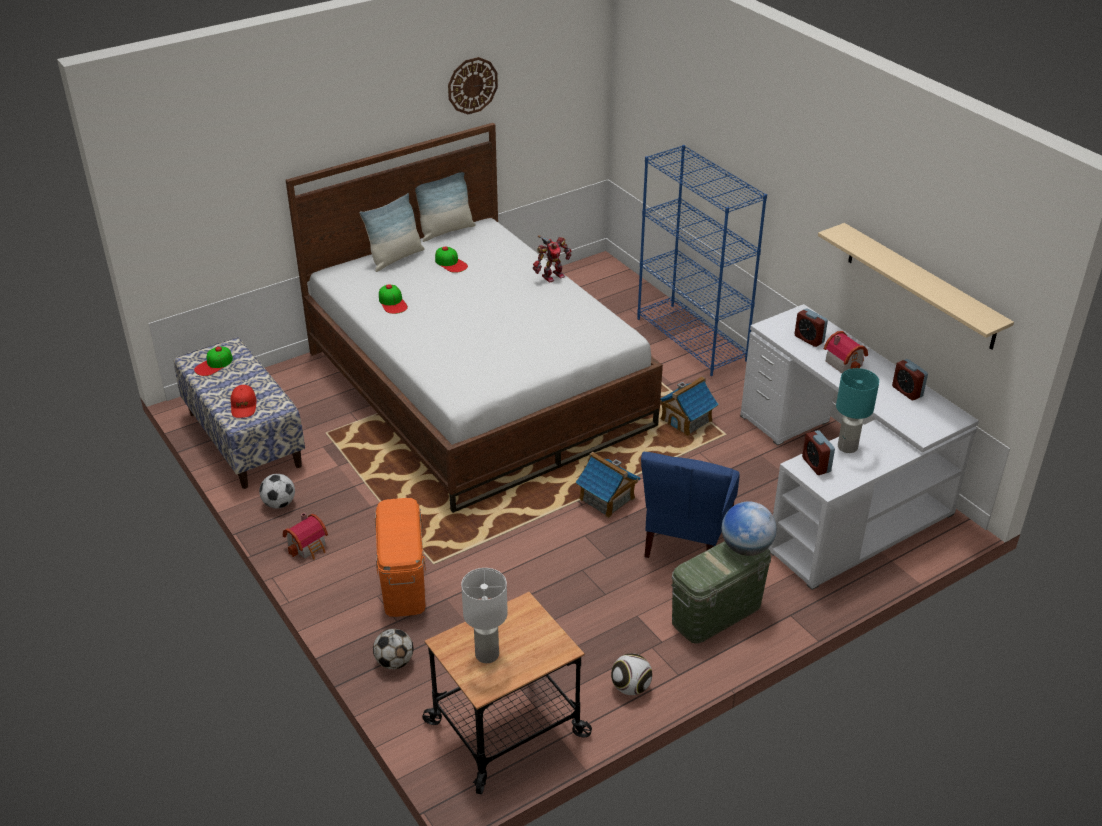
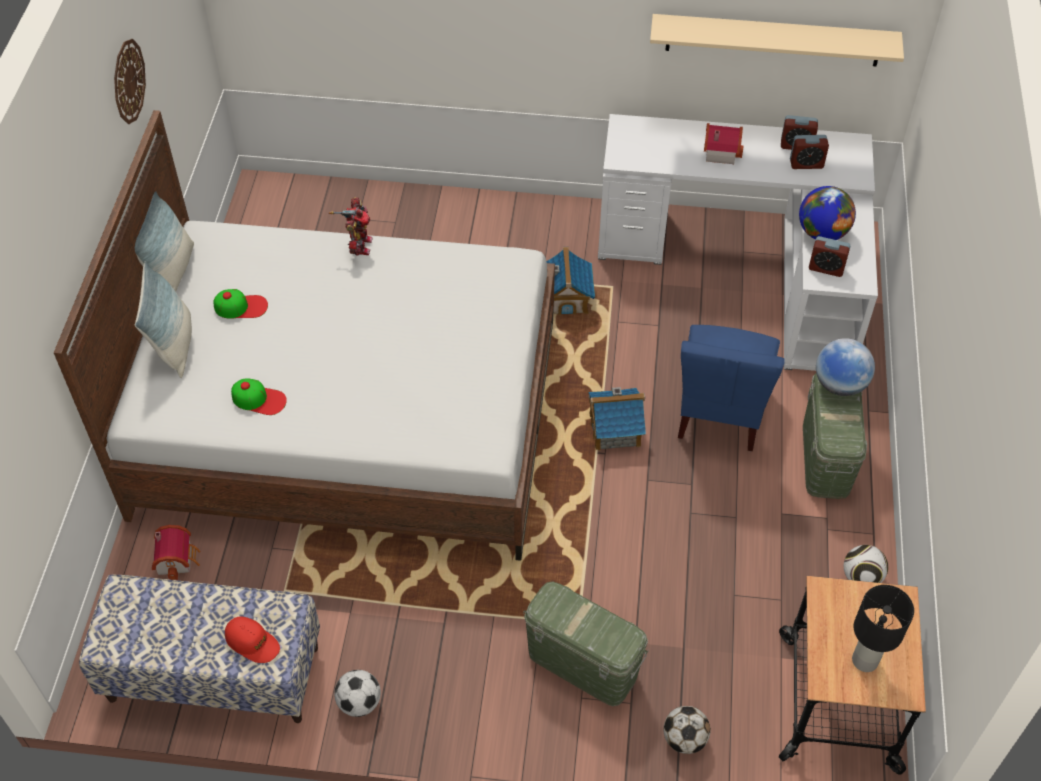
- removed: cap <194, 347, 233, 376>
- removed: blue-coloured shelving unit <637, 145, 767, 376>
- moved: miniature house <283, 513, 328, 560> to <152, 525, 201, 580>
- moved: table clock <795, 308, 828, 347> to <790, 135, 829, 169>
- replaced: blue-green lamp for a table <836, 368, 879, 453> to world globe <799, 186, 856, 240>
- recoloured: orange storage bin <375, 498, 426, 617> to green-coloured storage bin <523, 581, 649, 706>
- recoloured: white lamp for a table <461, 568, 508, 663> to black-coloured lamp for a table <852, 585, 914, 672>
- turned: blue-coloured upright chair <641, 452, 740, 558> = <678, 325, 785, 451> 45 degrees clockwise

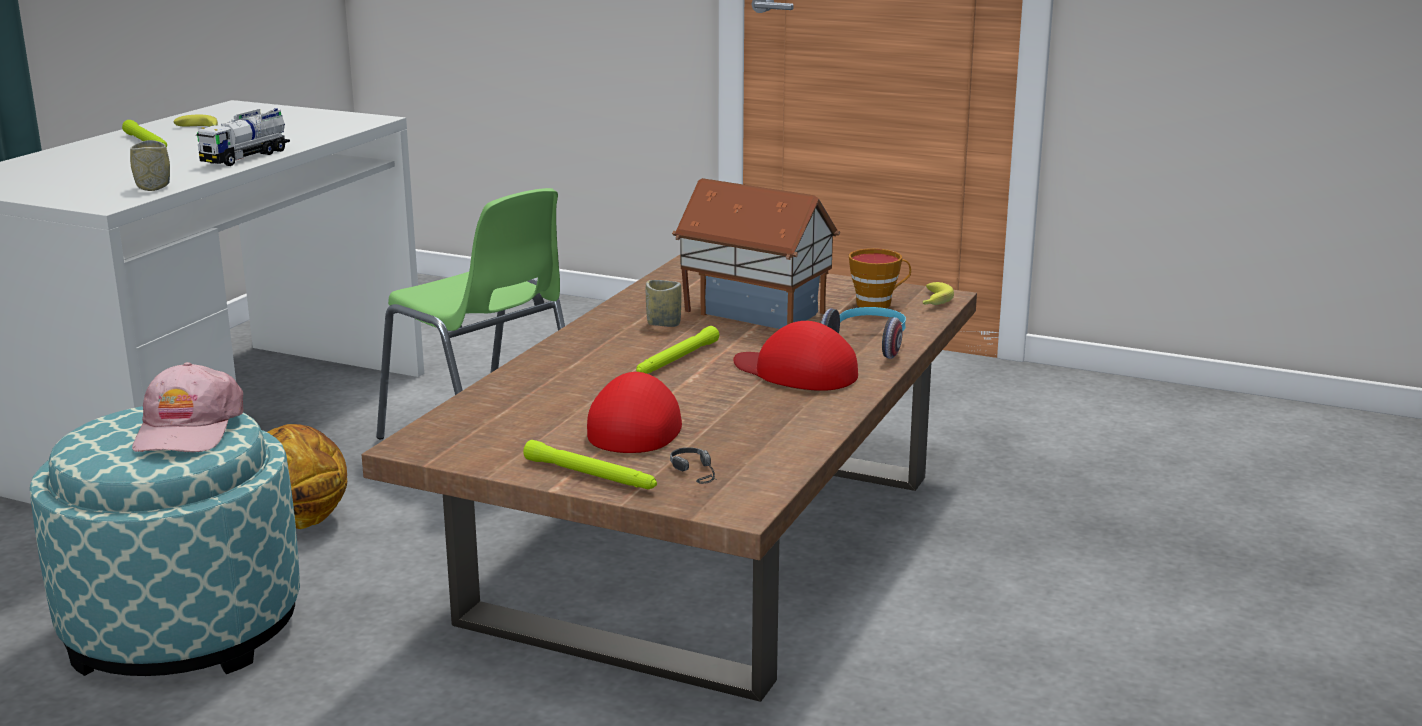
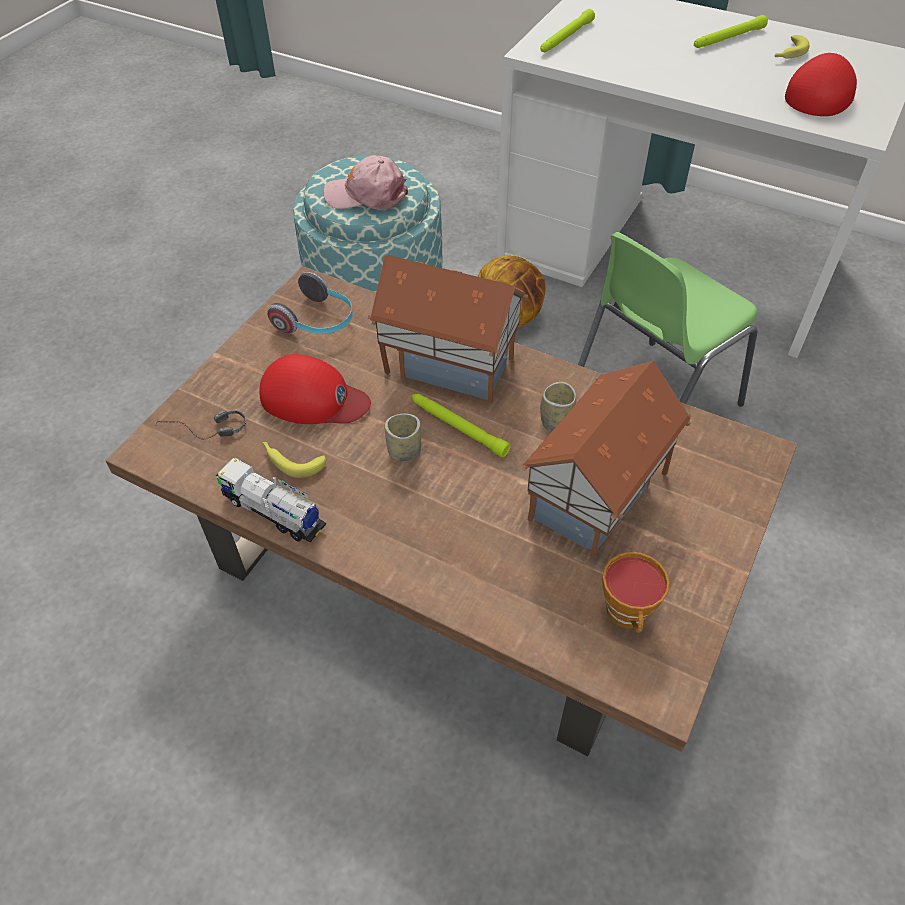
- added: miniature house <367, 255, 528, 403>
- moved: drinking cup <130, 140, 170, 191> to <384, 414, 421, 462>
- moved: model truck <196, 108, 290, 166> to <216, 458, 326, 542>
- moved: green-coloured flashlight <523, 440, 657, 489> to <540, 9, 595, 52>
- moved: red cap <733, 321, 858, 391> to <785, 53, 857, 116>
- moved: pair of headphones <820, 307, 906, 359> to <267, 272, 353, 334>
- moved: whole banana <923, 282, 954, 305> to <262, 442, 326, 478>

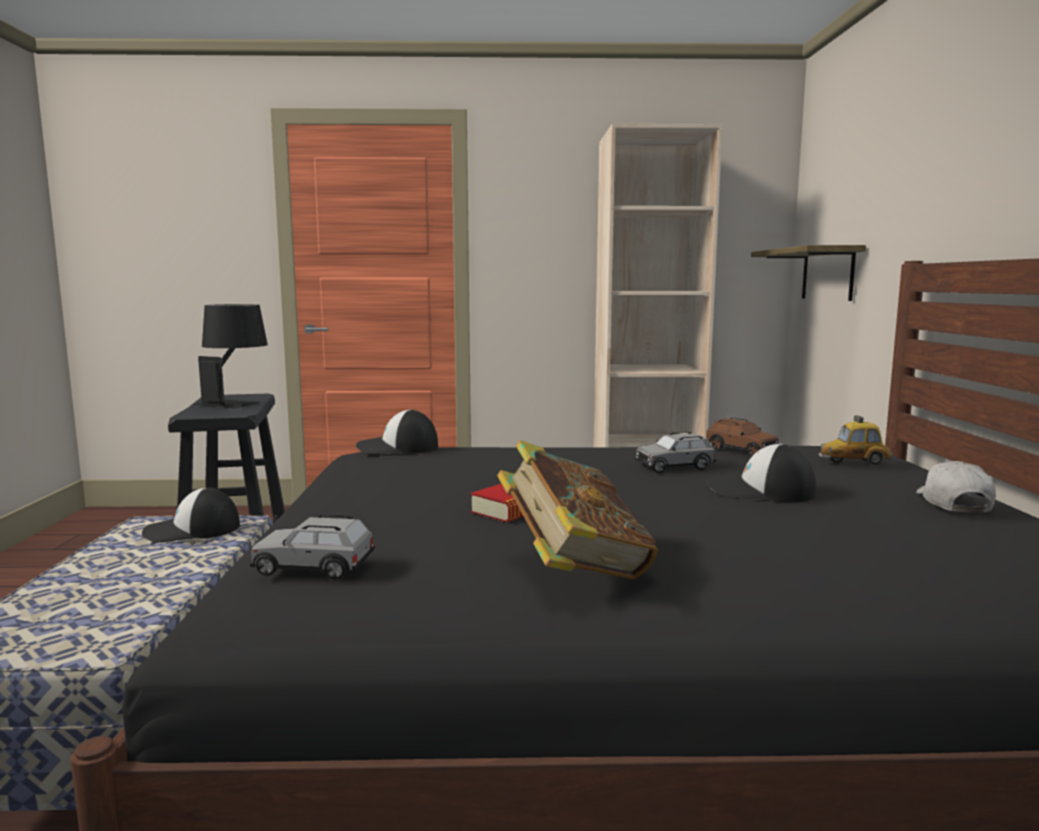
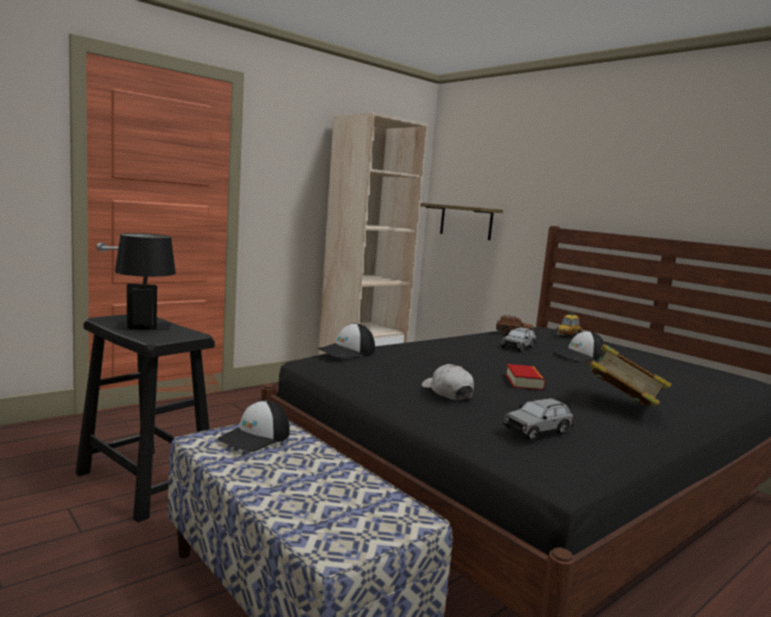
- moved: white cap <916, 461, 996, 512> to <422, 364, 474, 400>

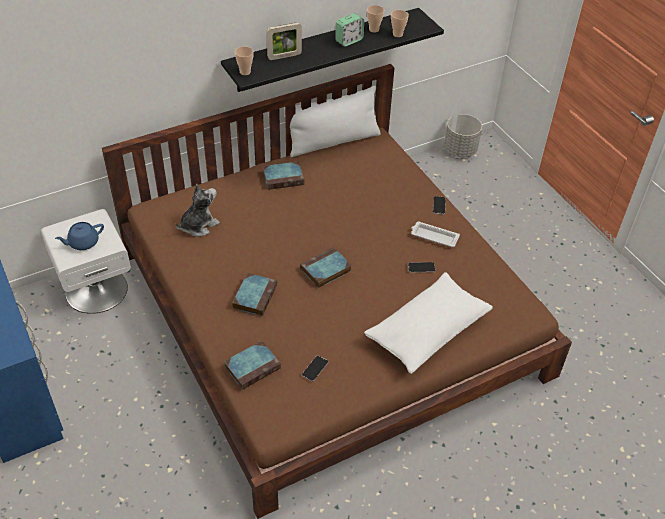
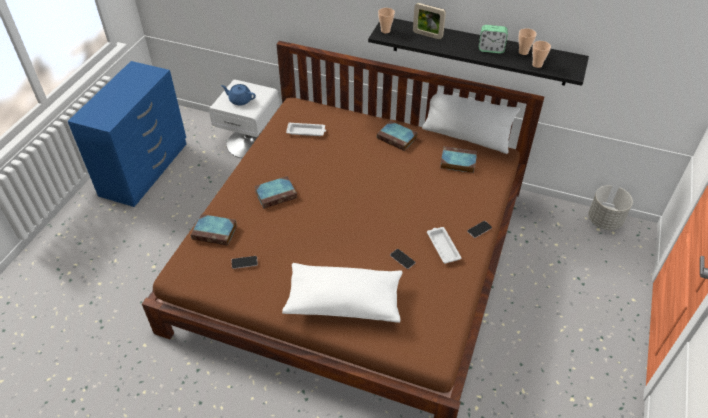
- moved: book <300, 247, 351, 288> to <440, 146, 477, 173>
- replaced: cuddly toy <175, 184, 220, 237> to white carrying tray <286, 122, 326, 136>

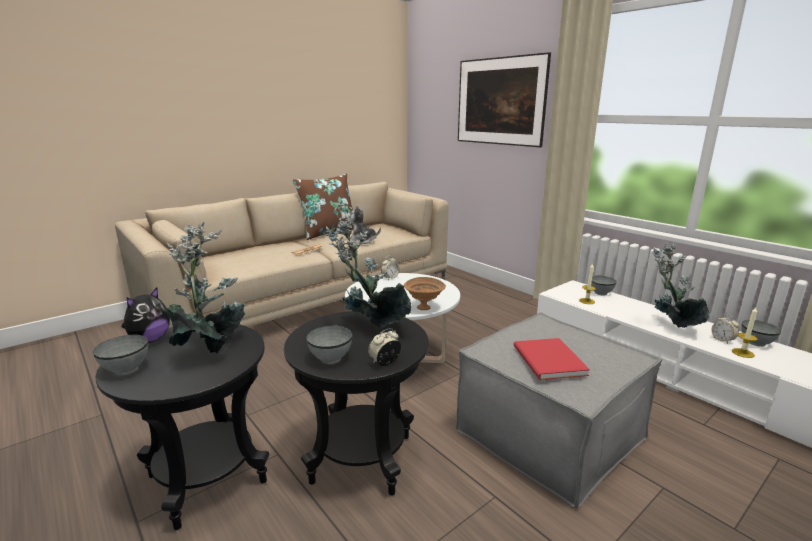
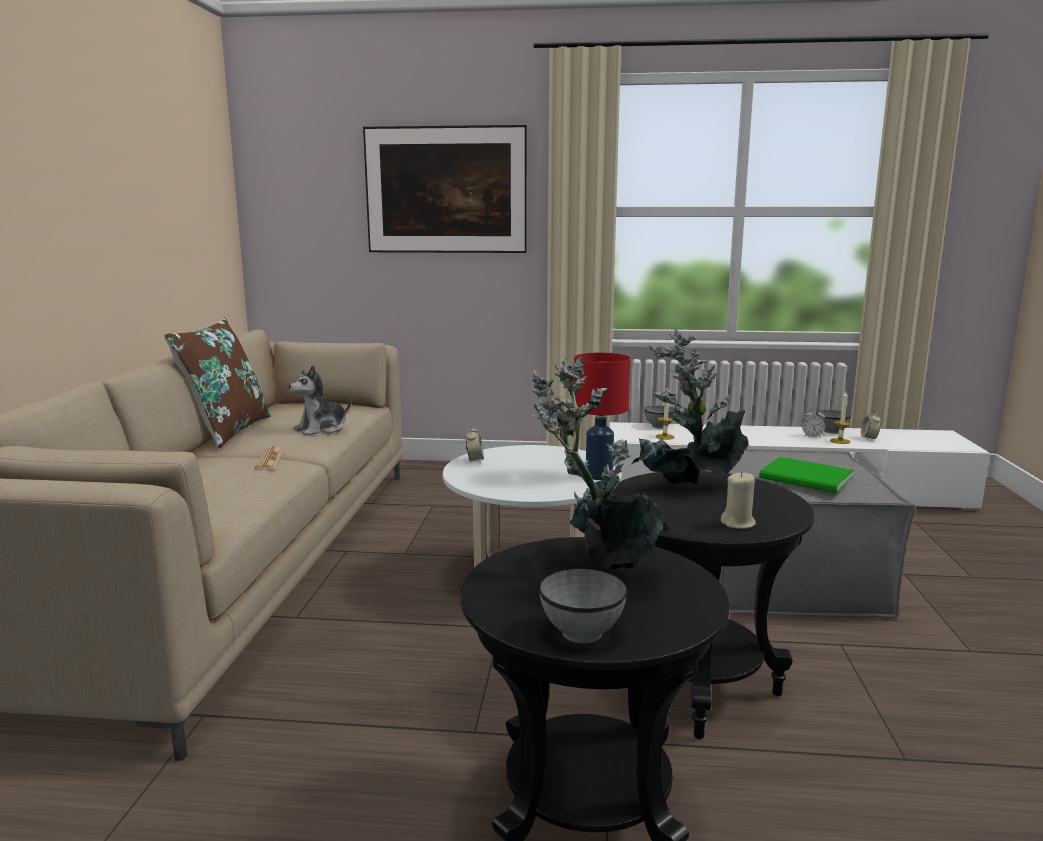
- removed: cuddly toy <122, 288, 170, 343>
- removed: houseplant <653, 242, 709, 328>
- moved: table clock <368, 328, 401, 366> to <861, 411, 881, 440>
- replaced: gray bowl <306, 326, 352, 364> to sand-coloured candle <721, 472, 756, 529>
- replaced: brown bowl <404, 277, 446, 310> to red lamp for a table <574, 353, 631, 480>
- recoloured: red book <514, 338, 590, 380> to green-coloured book <759, 457, 853, 493>

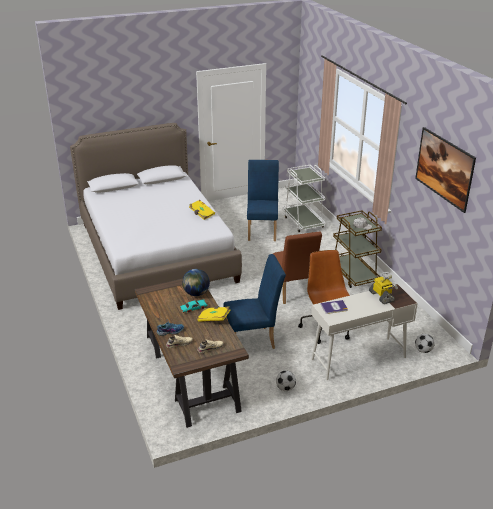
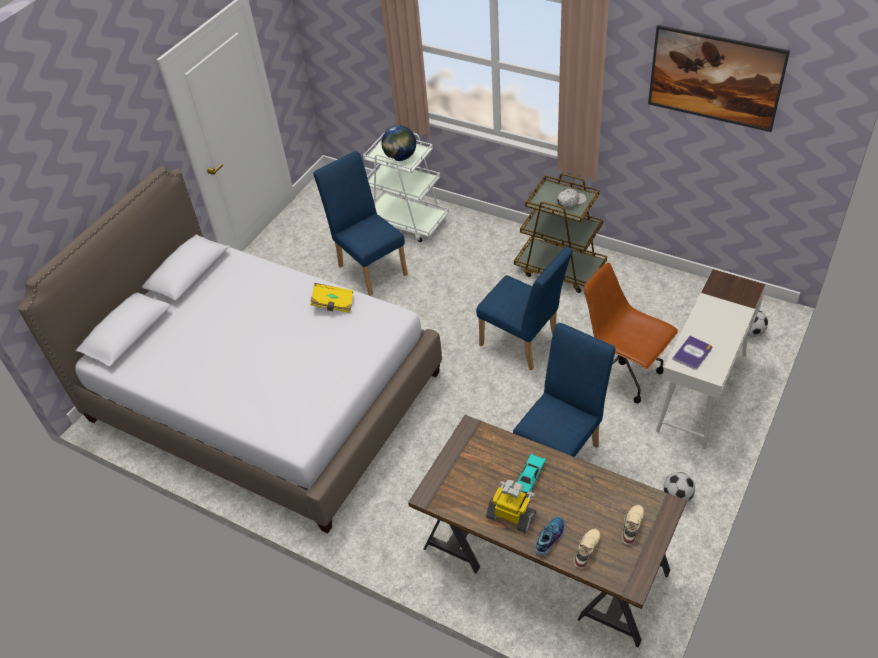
- removed: yellow-coloured book <197, 306, 231, 322>
- moved: world globe <182, 269, 210, 296> to <381, 125, 416, 161>
- moved: robot figure <369, 272, 398, 304> to <486, 480, 536, 533>
- recoloured: brown upright chair <273, 231, 322, 304> to blue-coloured upright chair <476, 246, 573, 370>

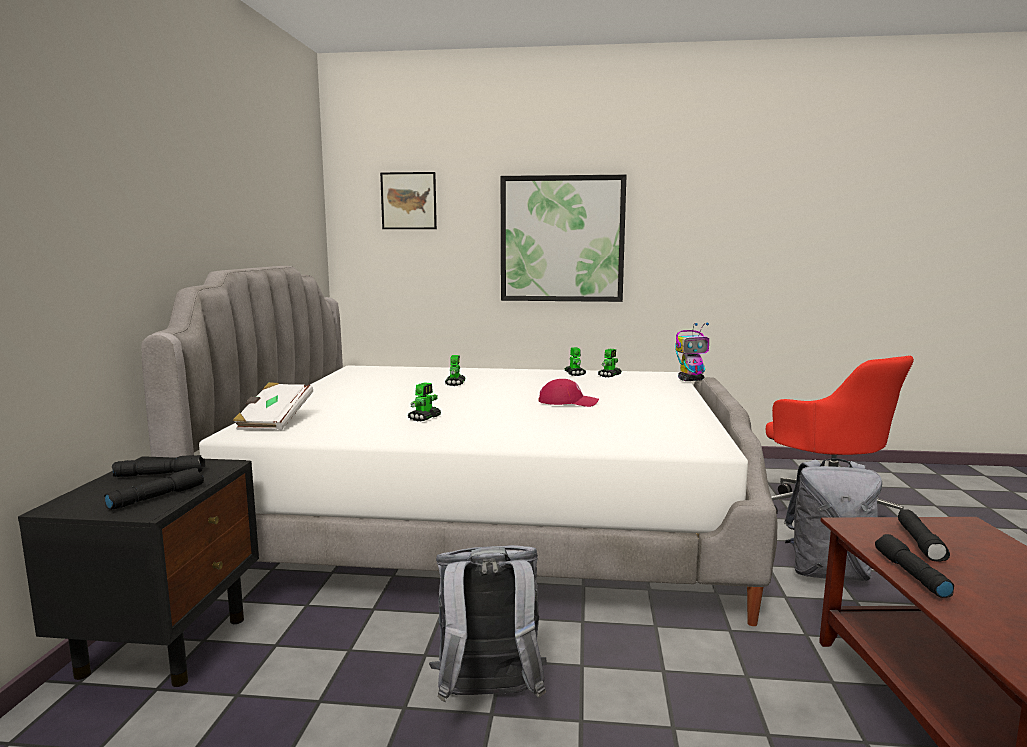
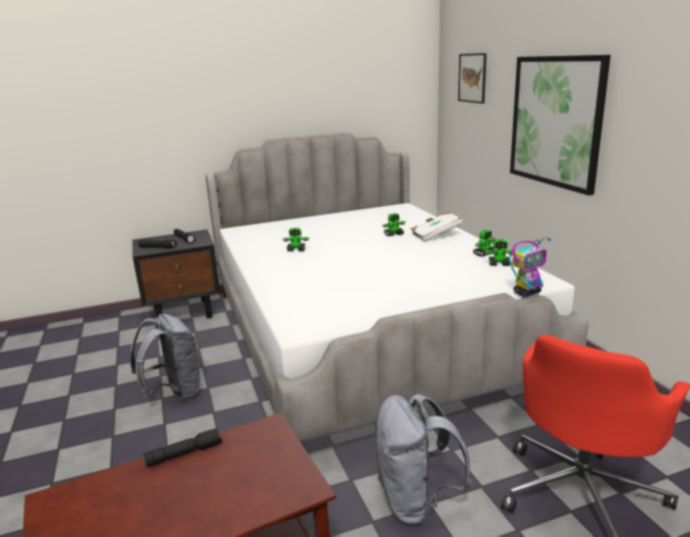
- removed: red cap <539, 379, 599, 407>
- removed: black-coloured flashlight <898, 509, 950, 561>
- moved: white book <233, 382, 313, 430> to <411, 211, 463, 242>
- turned: robot figure <675, 323, 709, 381> = <509, 238, 551, 297> 75 degrees counterclockwise

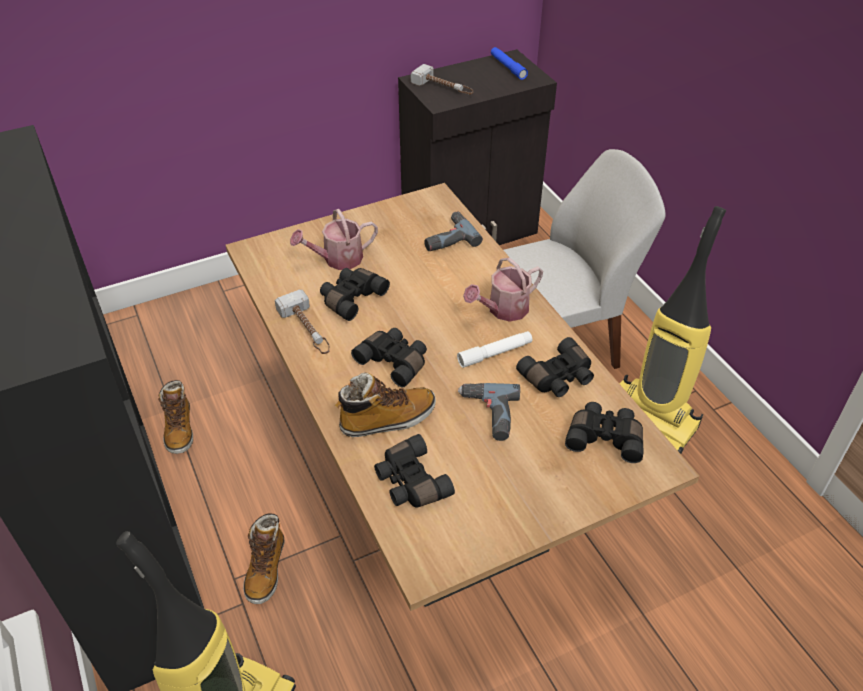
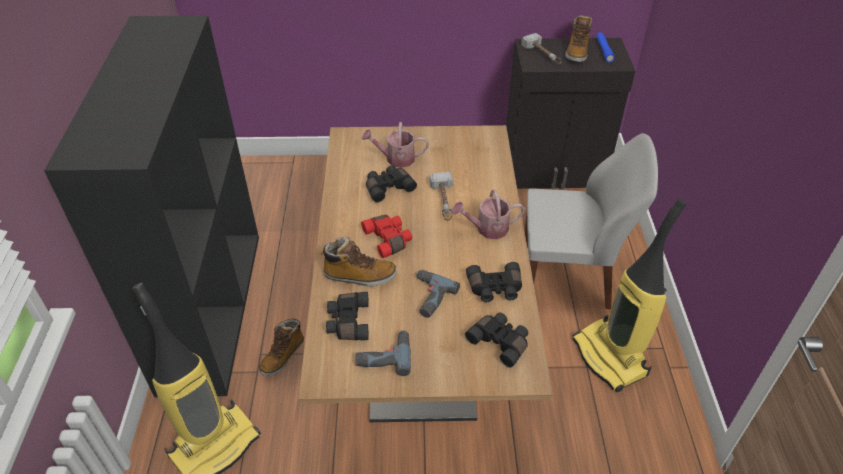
- removed: white flashlight <457, 331, 532, 368>
- moved: high-top boot <158, 380, 193, 454> to <565, 15, 592, 62>
- moved: tool hammer <275, 290, 329, 354> to <430, 172, 453, 221>
- moved: power drill <424, 212, 483, 251> to <355, 330, 411, 376>
- recoloured: black-coloured pair of binoculars <351, 328, 427, 387> to red pair of binoculars <361, 215, 412, 258>

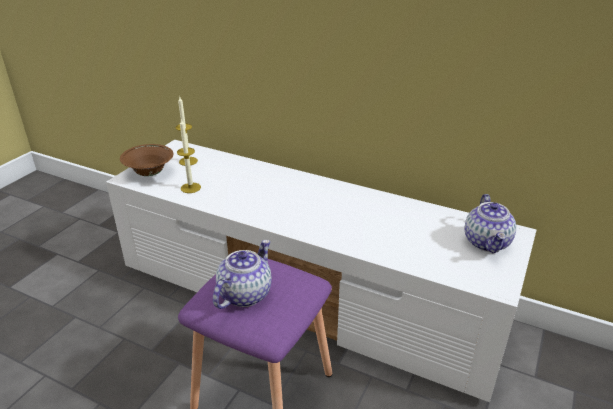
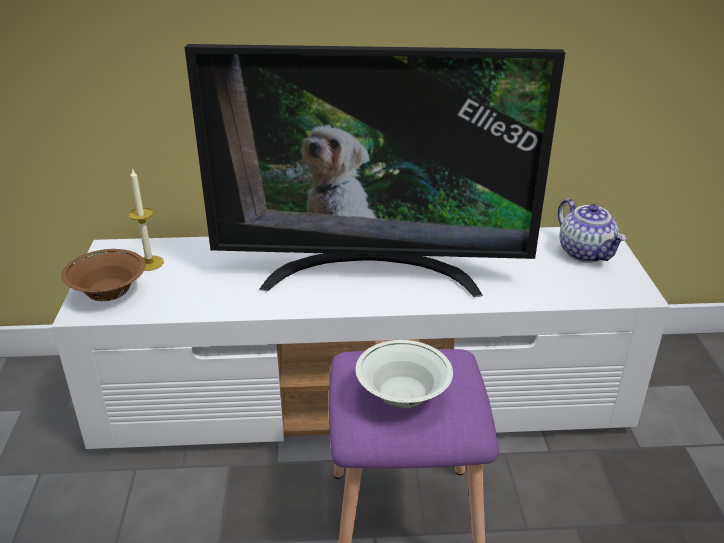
- removed: candle <177, 118, 201, 193>
- added: TV <185, 44, 565, 297>
- replaced: pot for tea <213, 240, 272, 309> to white bowl <355, 340, 453, 408>

